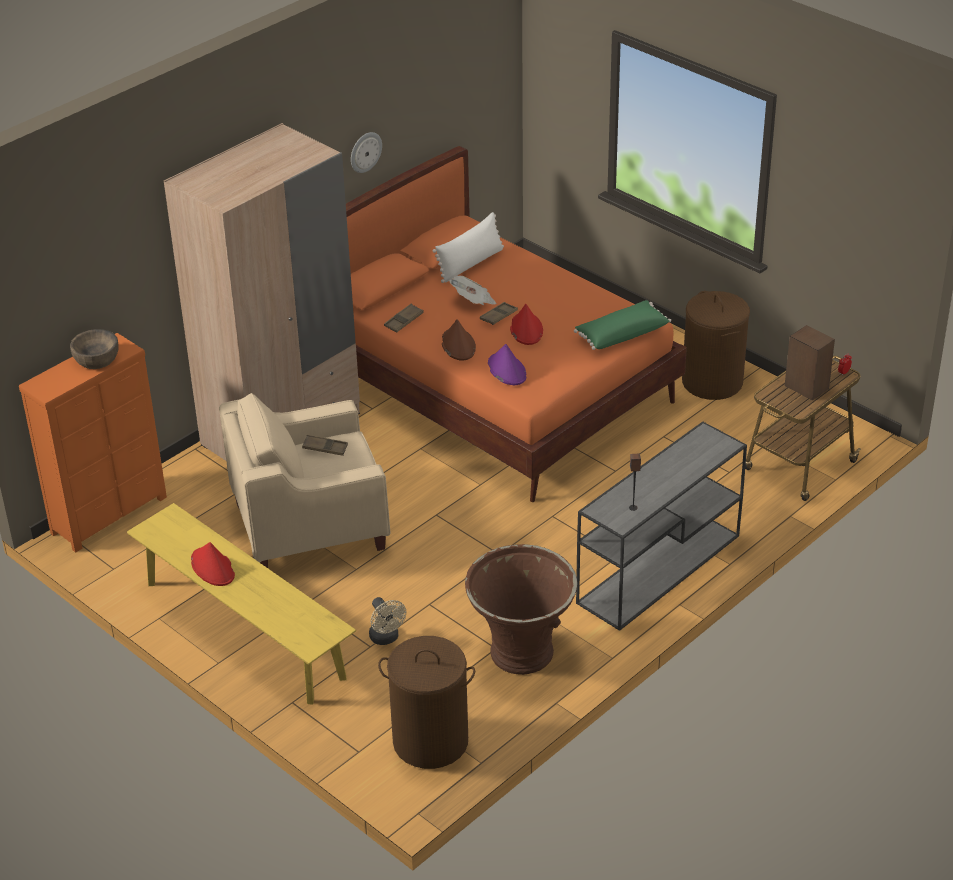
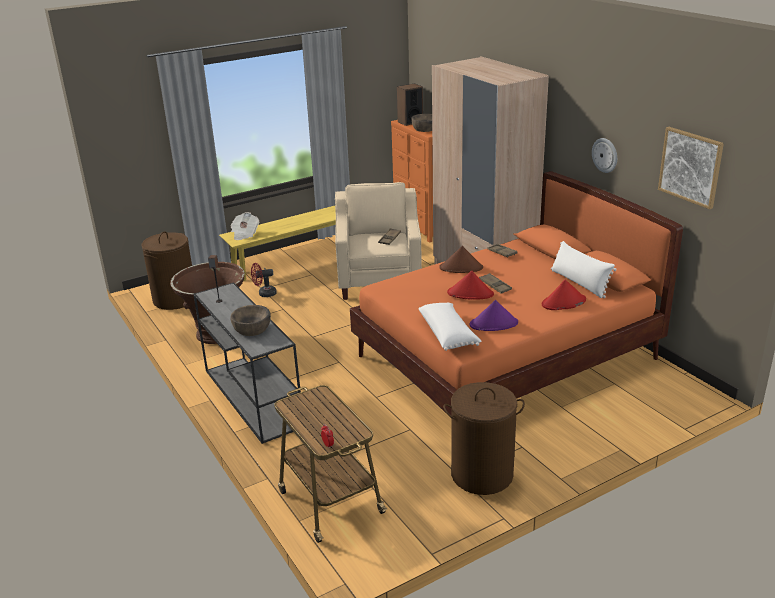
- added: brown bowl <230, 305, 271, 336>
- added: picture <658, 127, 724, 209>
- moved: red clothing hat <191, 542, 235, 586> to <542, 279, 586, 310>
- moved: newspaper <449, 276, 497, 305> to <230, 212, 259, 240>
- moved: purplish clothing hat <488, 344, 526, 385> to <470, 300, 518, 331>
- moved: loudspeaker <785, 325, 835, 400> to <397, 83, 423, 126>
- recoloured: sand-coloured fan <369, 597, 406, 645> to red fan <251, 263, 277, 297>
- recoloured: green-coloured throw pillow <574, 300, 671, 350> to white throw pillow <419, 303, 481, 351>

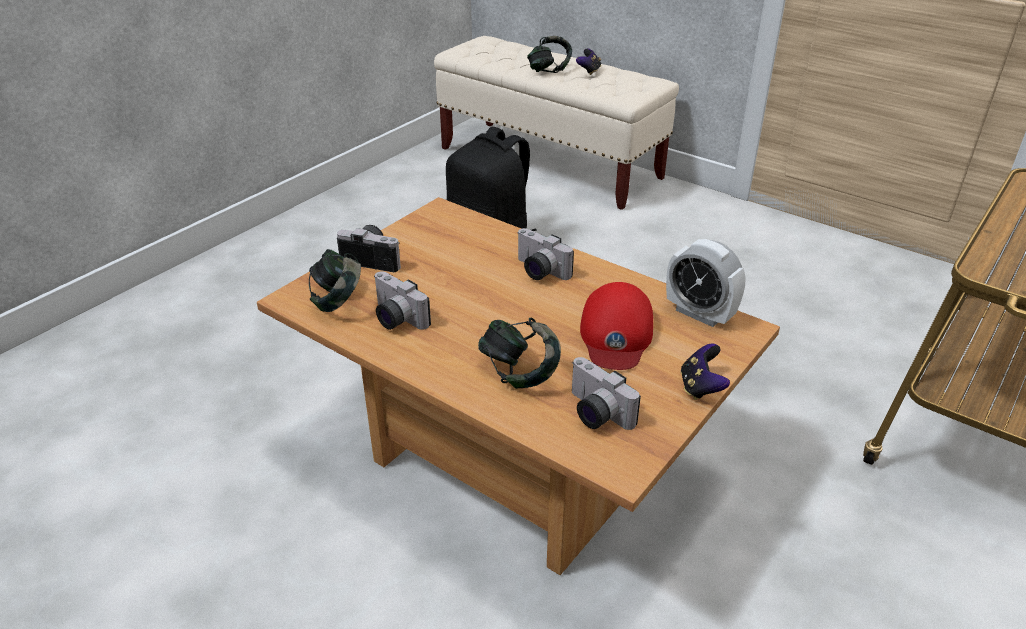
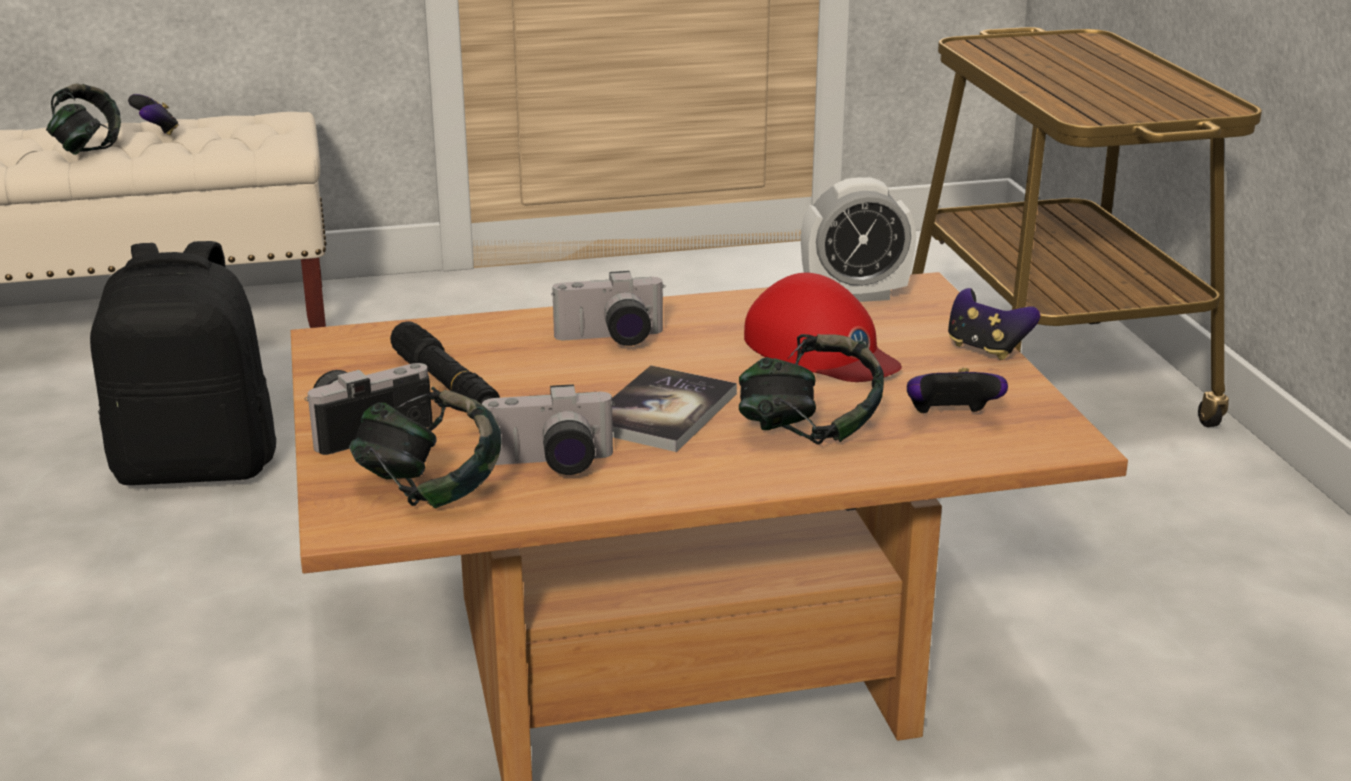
- added: black-coloured flashlight <390, 321, 500, 404>
- added: book <612, 365, 737, 452>
- replaced: still camera <572, 357, 641, 430> to gamepad <907, 368, 1008, 413>

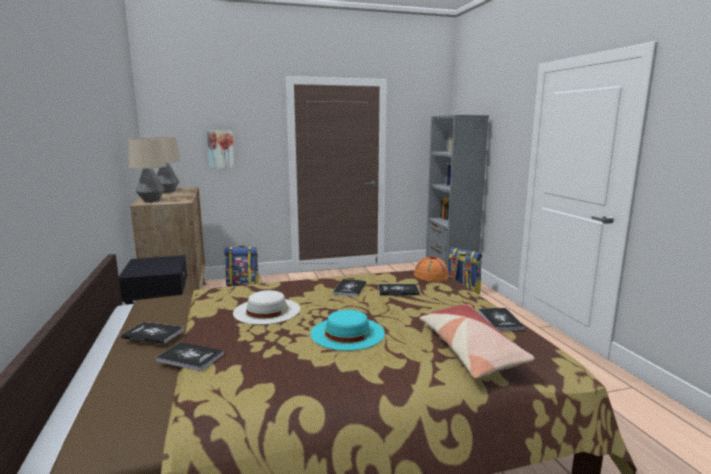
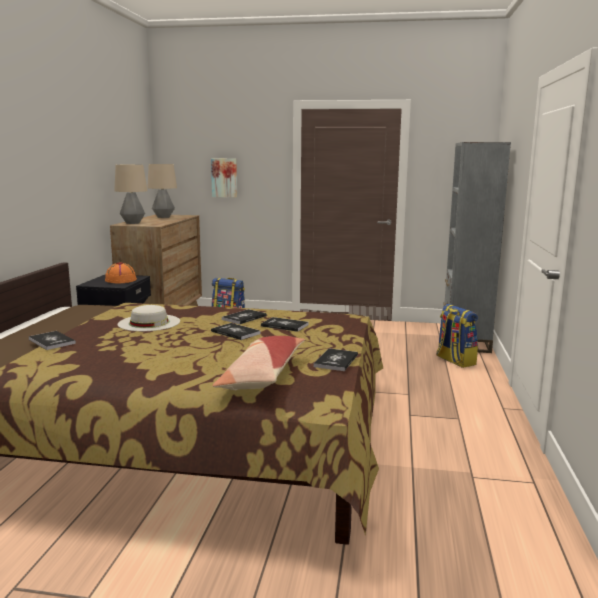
- removed: blue-green clothing hat <311, 310, 385, 351>
- moved: book <121, 322, 184, 344> to <211, 323, 261, 340>
- moved: orange clothing hat <414, 256, 449, 282> to <105, 262, 137, 283>

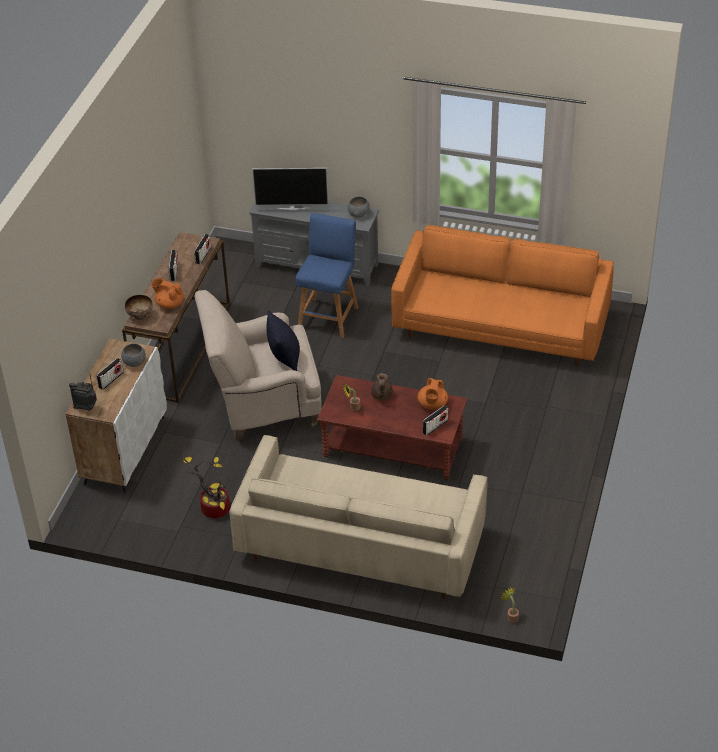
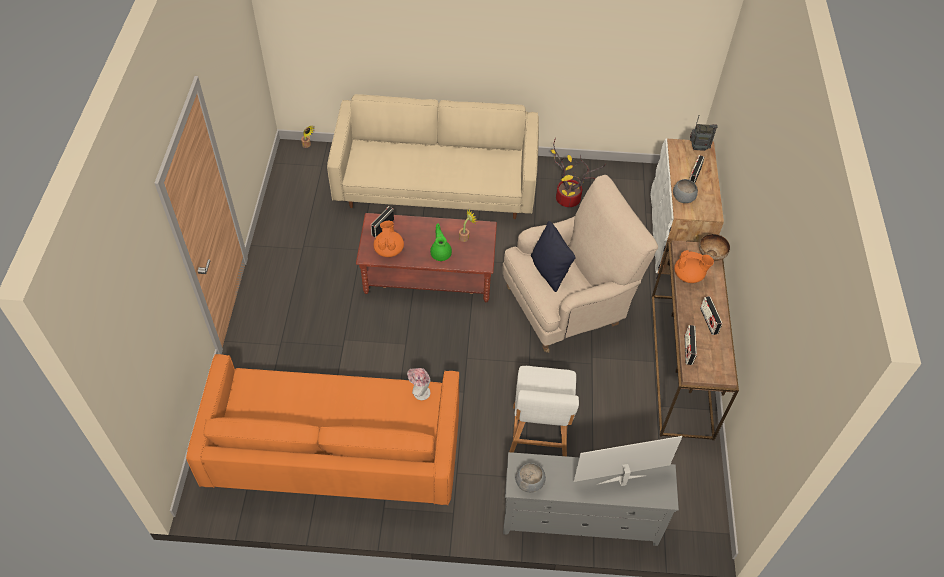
- added: clothing hat <407, 368, 431, 400>
- recoloured: blue-coloured stool <296, 213, 358, 338> to white stool <509, 366, 579, 456>
- recoloured: brown pot for tea <371, 373, 393, 400> to green-coloured pot for tea <430, 224, 452, 261>

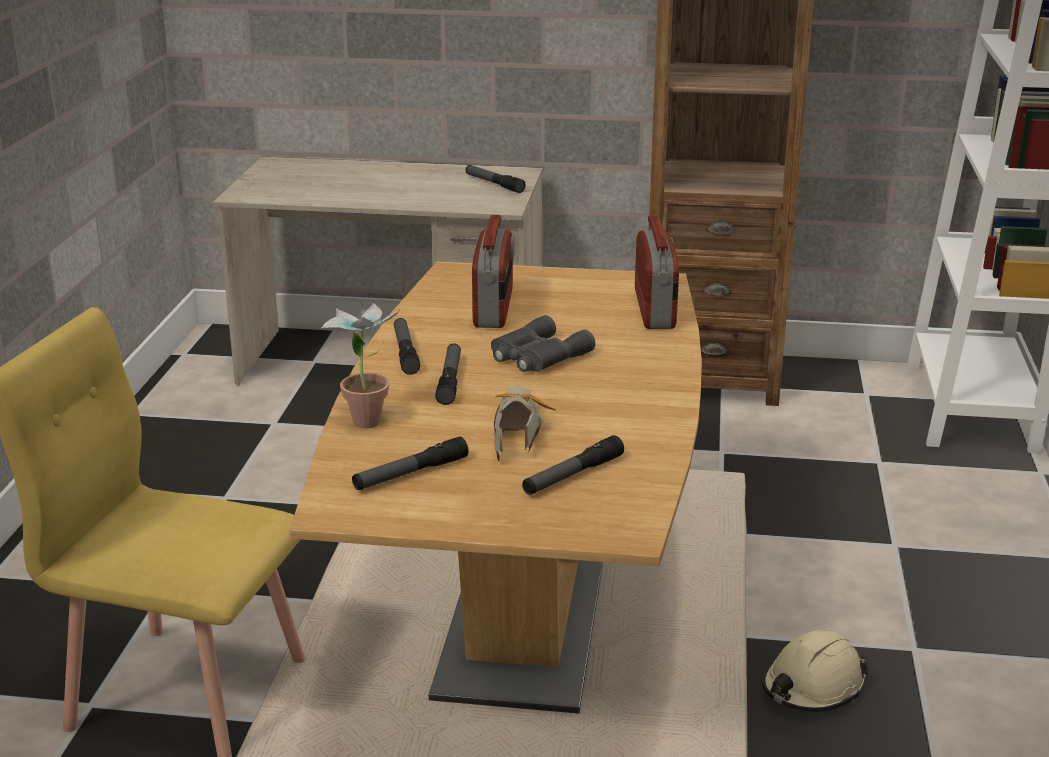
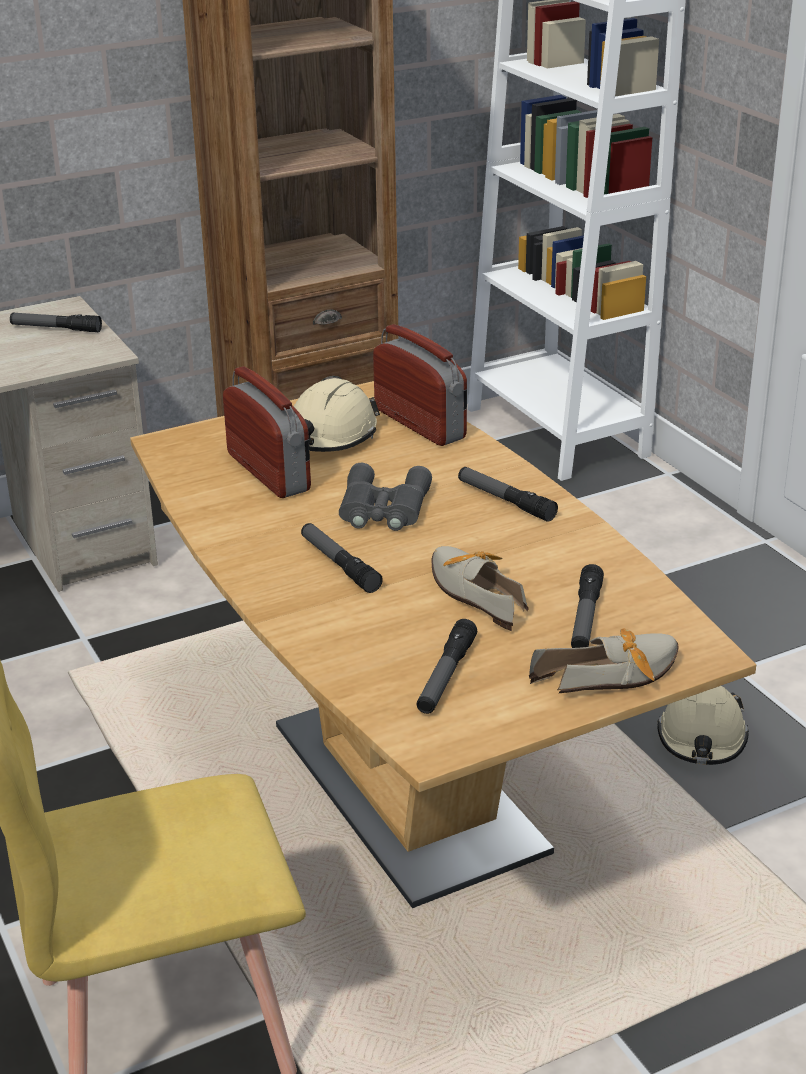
- removed: houseplant <321, 302, 399, 428>
- added: sand-coloured hard hat <294, 378, 380, 452>
- added: low shoe <529, 629, 678, 693>
- moved: flashlight <394, 318, 420, 375> to <458, 467, 558, 522>

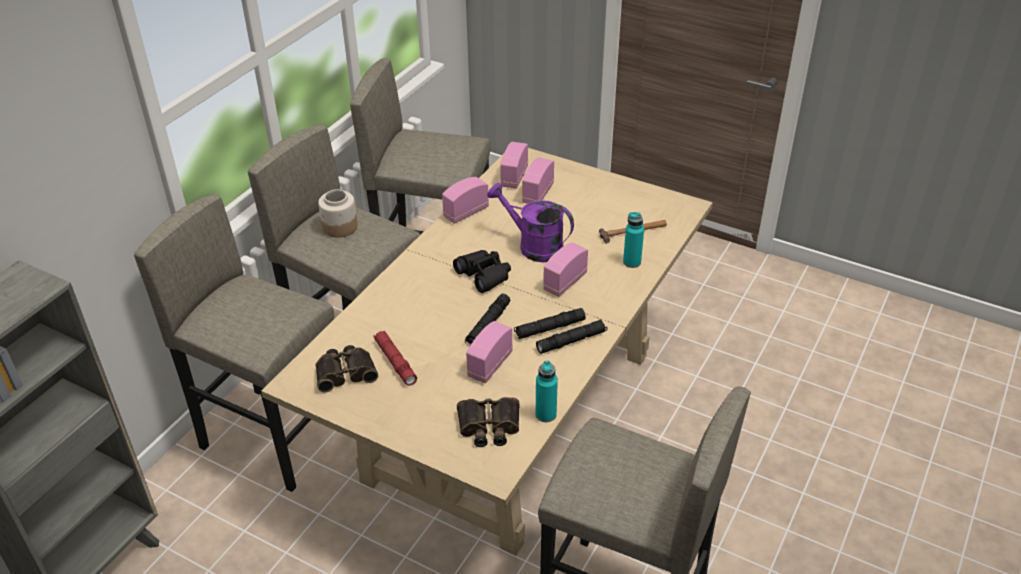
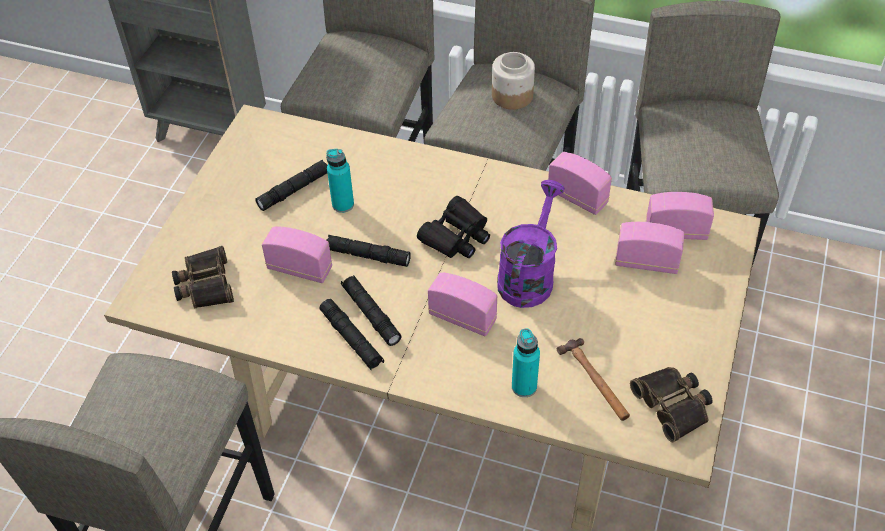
- moved: pair of binoculars <315, 345, 378, 393> to <630, 367, 713, 443>
- moved: blue-green beverage bottle <536, 361, 558, 422> to <326, 149, 354, 213>
- recoloured: red flashlight <374, 331, 417, 386> to black-coloured flashlight <256, 160, 328, 211>

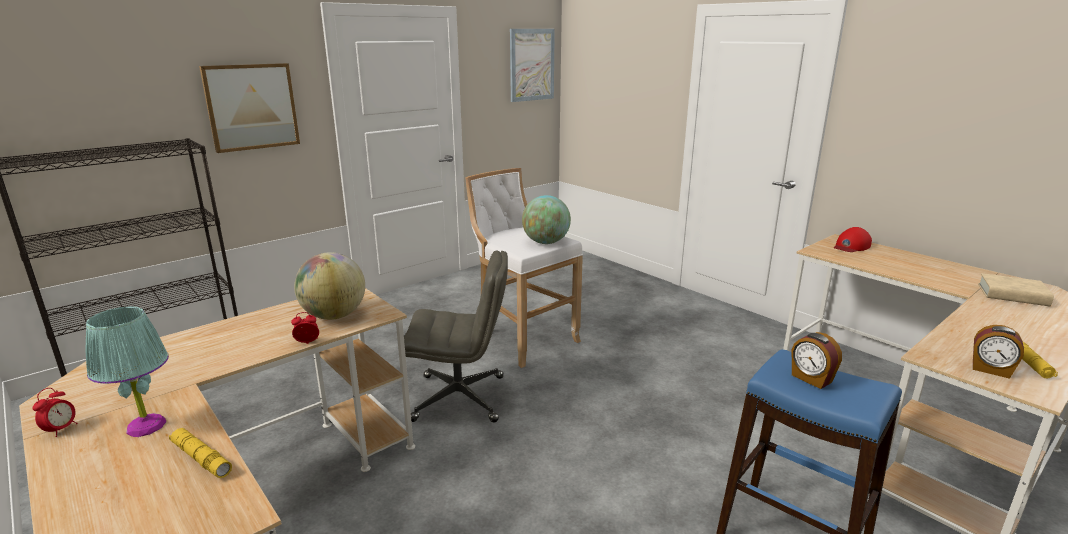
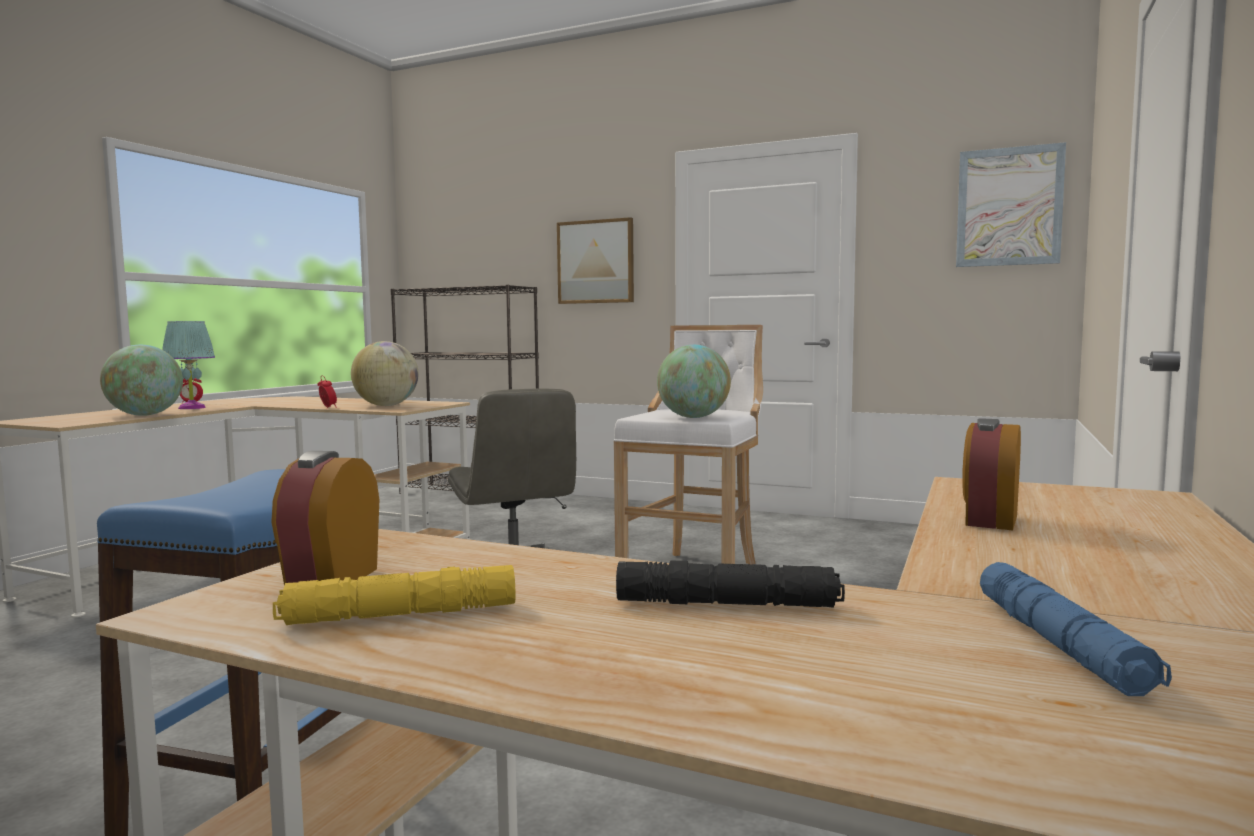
- removed: red cap <834, 227, 872, 252>
- added: black-coloured flashlight <616, 560, 845, 608>
- moved: table clock <791, 332, 842, 389> to <962, 418, 1021, 530>
- replaced: yellow-coloured flashlight <169, 428, 232, 478> to world globe <100, 345, 183, 416>
- replaced: sand-coloured book <978, 273, 1054, 306> to blue-coloured flashlight <980, 562, 1172, 696>

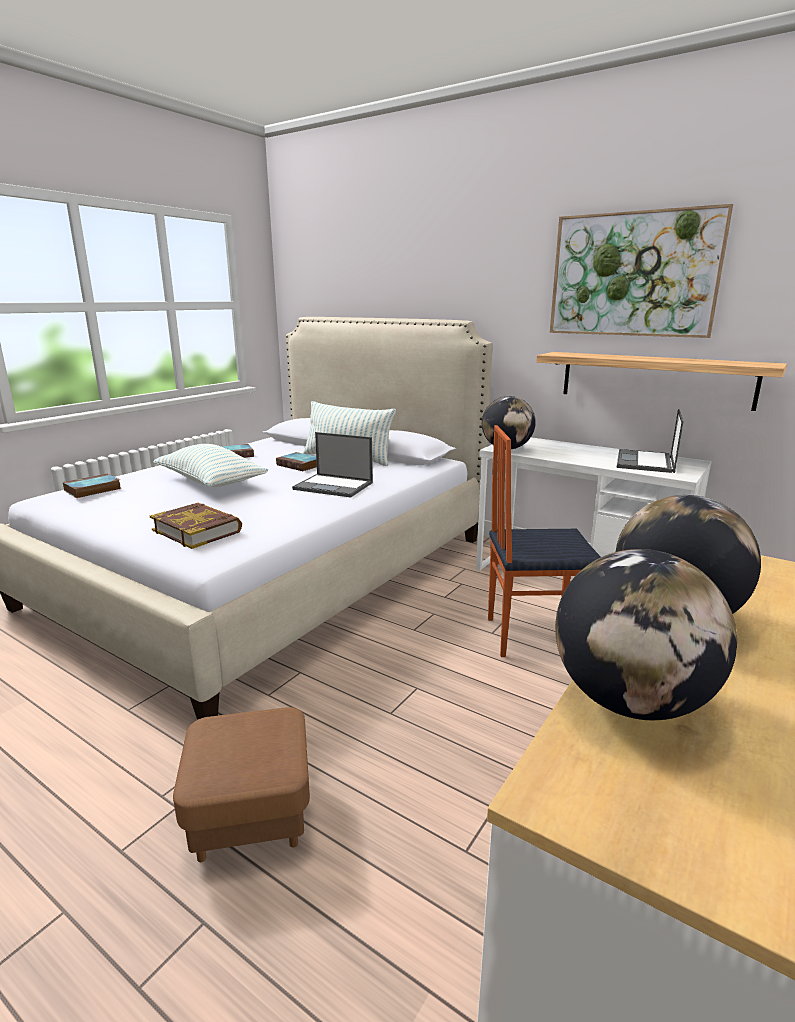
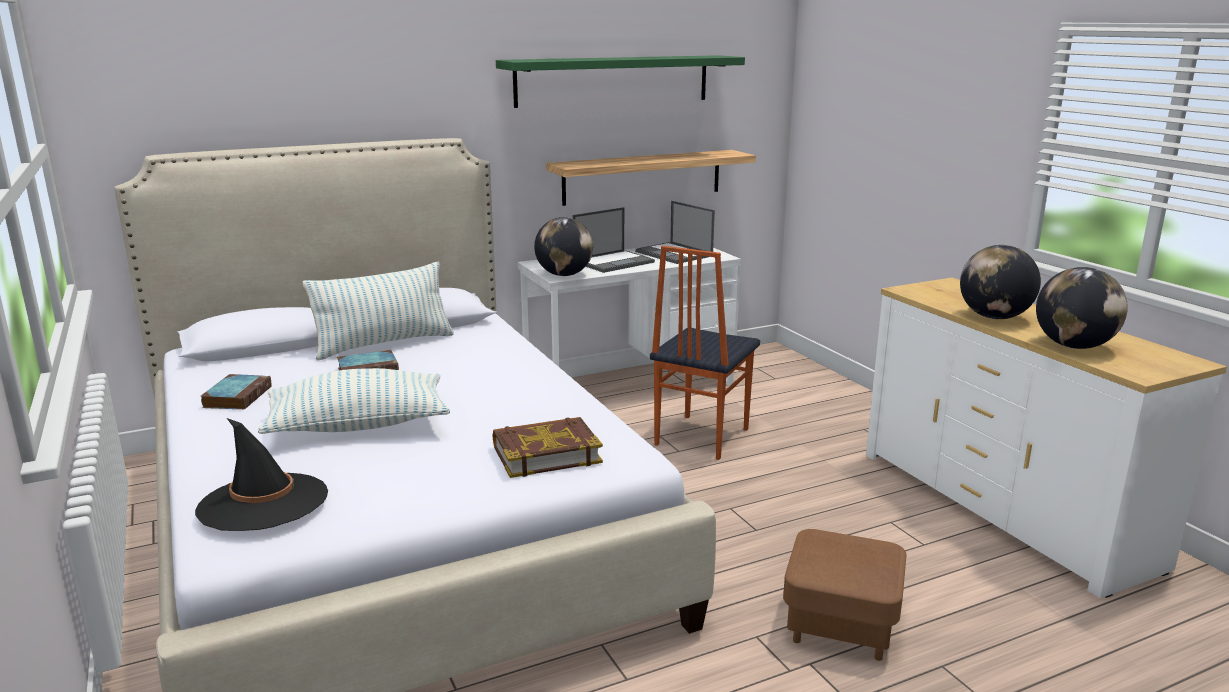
- moved: portable computer <292, 432, 373, 498> to <573, 207, 655, 273>
- replaced: book <63, 473, 122, 498> to black-coloured clothing hat <195, 418, 328, 531>
- replaced: picture <550, 204, 733, 338> to green-coloured bracket shelf <496, 55, 745, 108>

